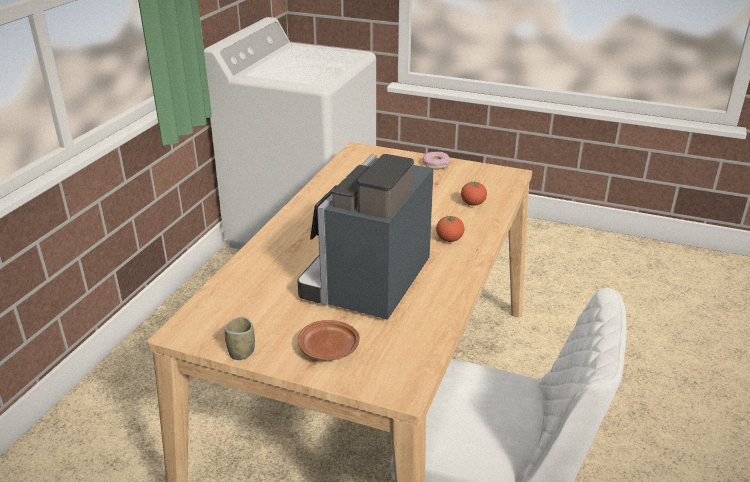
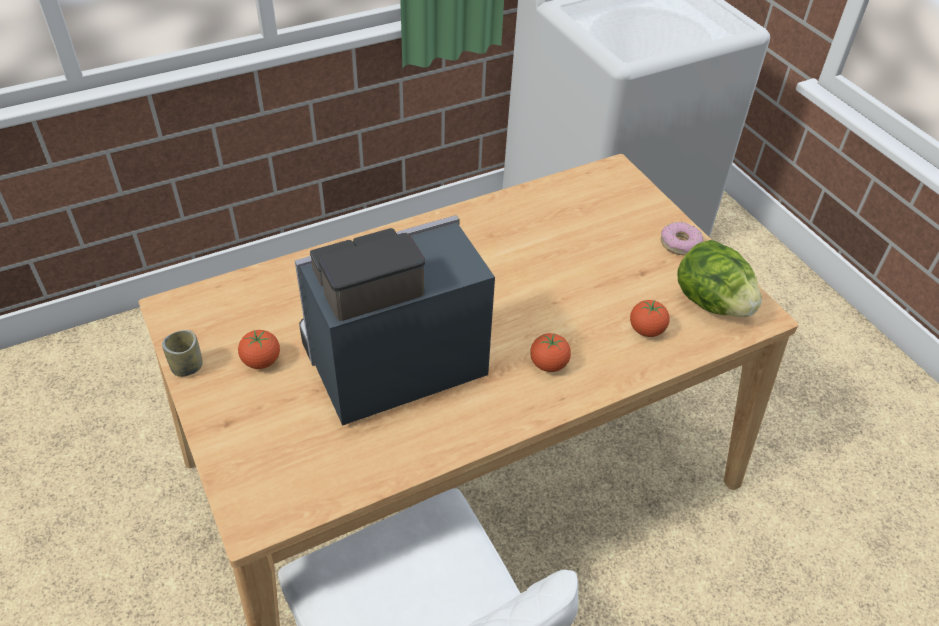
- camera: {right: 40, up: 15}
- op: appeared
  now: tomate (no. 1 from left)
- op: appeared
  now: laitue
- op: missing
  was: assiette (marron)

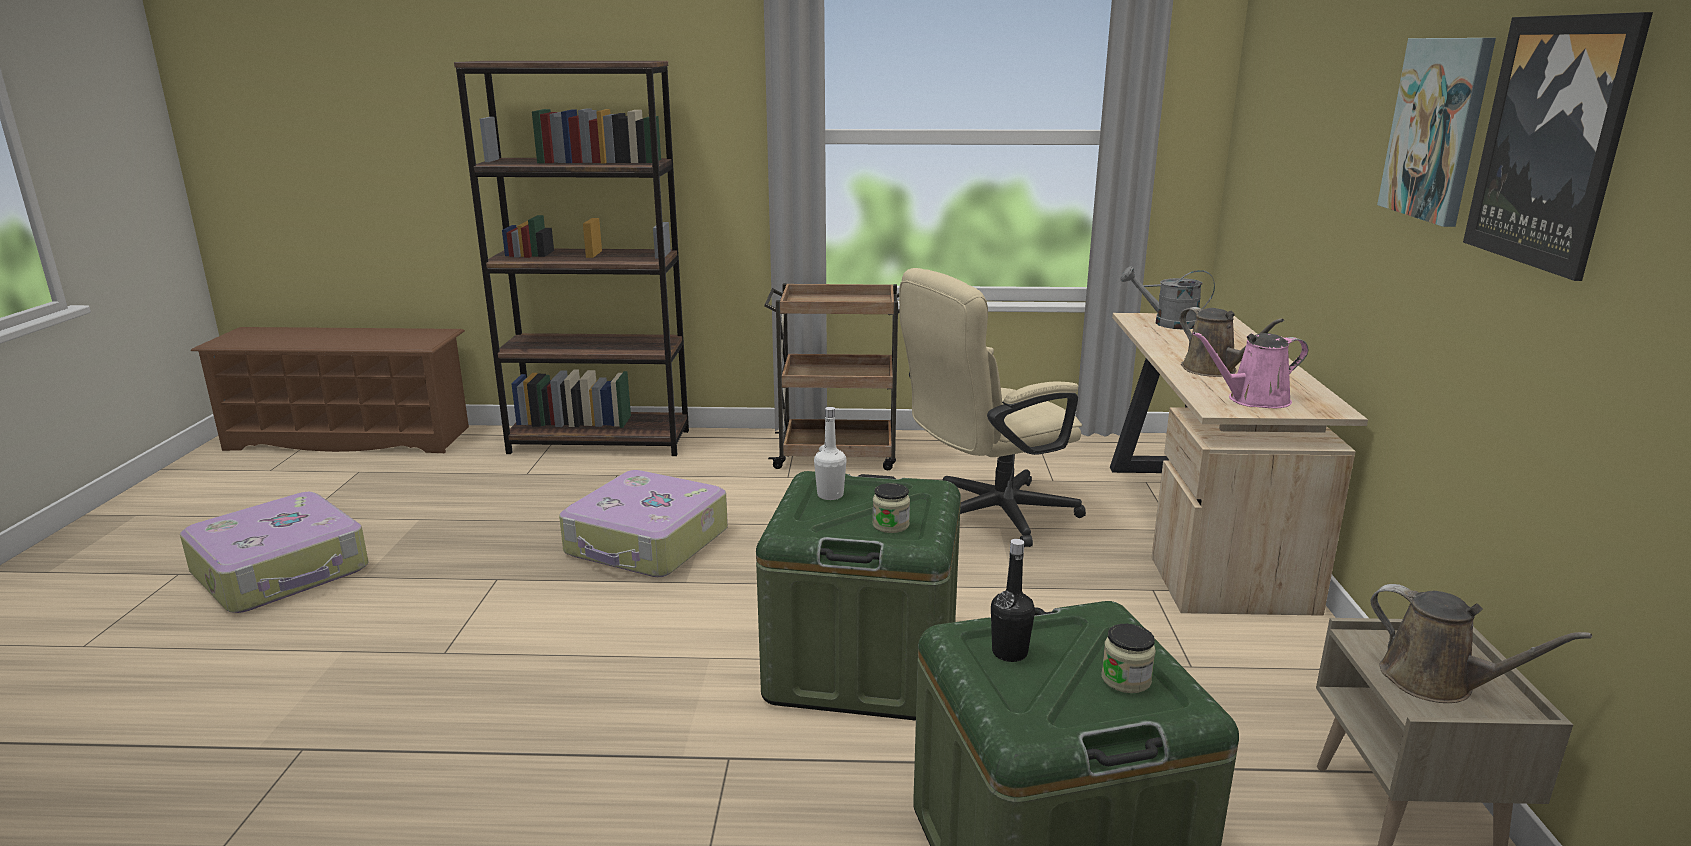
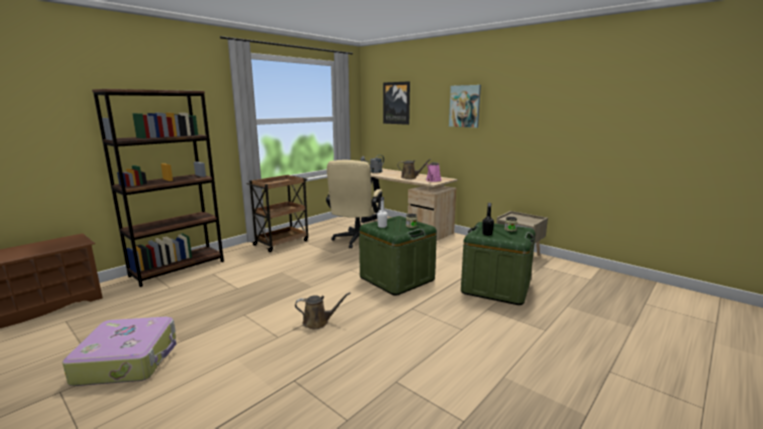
- camera: {right: -50, up: -5}
- op: relocated
  was: arrosoir (marron) (no. 2 from left in the first image)
  now: arrosoir (marron) (no. 1 from left)
- op: relocated
  was: tableau (no. 2 from left in the first image)
  now: tableau (no. 1 from left)
- op: missing
  was: valise (no. 2 from left)

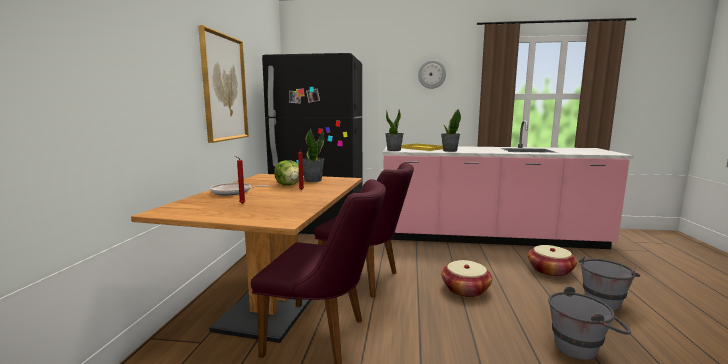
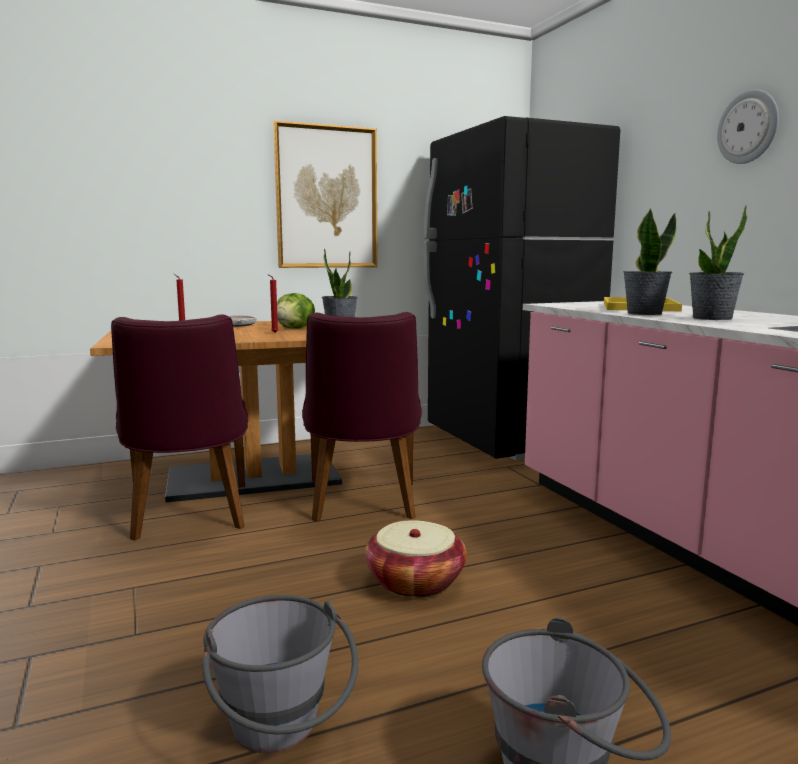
- camera: {right: 60, up: 0}
- op: relocated
  was: plante en pot (no. 2 from left in the first image)
  now: plante en pot (no. 3 from left)
- op: missing
  was: panier (no. 2 from left)

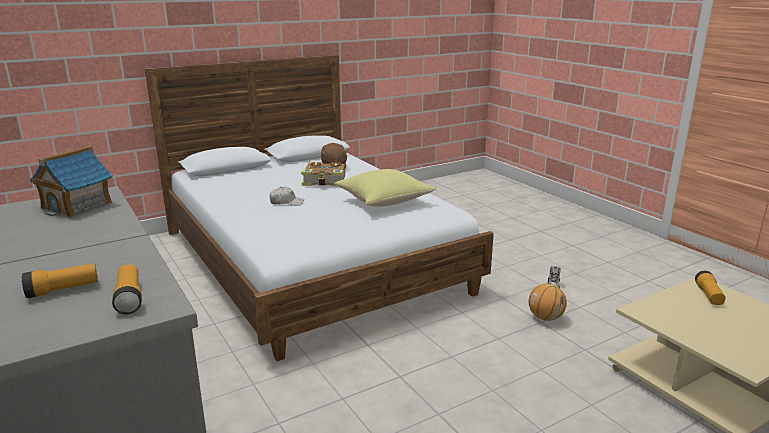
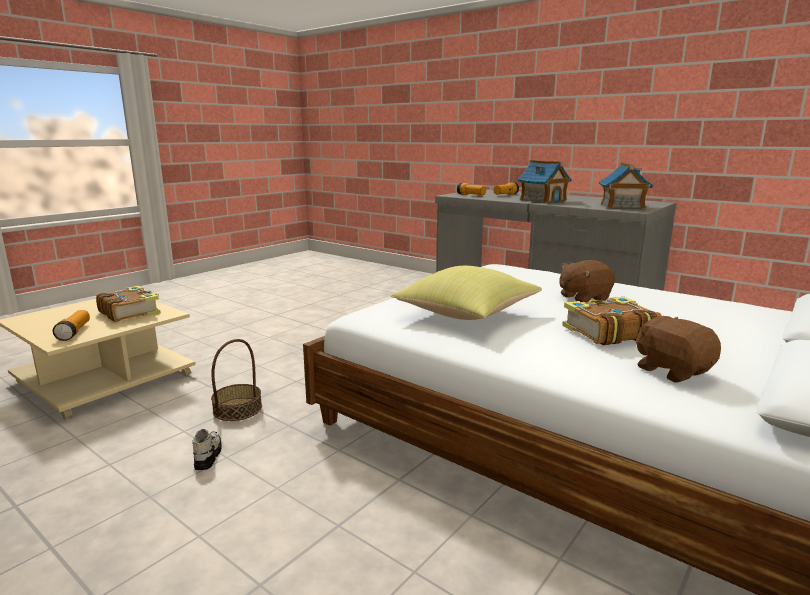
- camera: {right: 160, up: -5}
- op: appeared
  now: livre (no. 1 from left)
- op: exchanged
  was: ballon de basket
  now: panier
- op: appeared
  now: maison miniature (no. 1 from left)
- op: exchanged
  was: casquette (blanc)
  now: peluche (marron) (no. 1 from left)

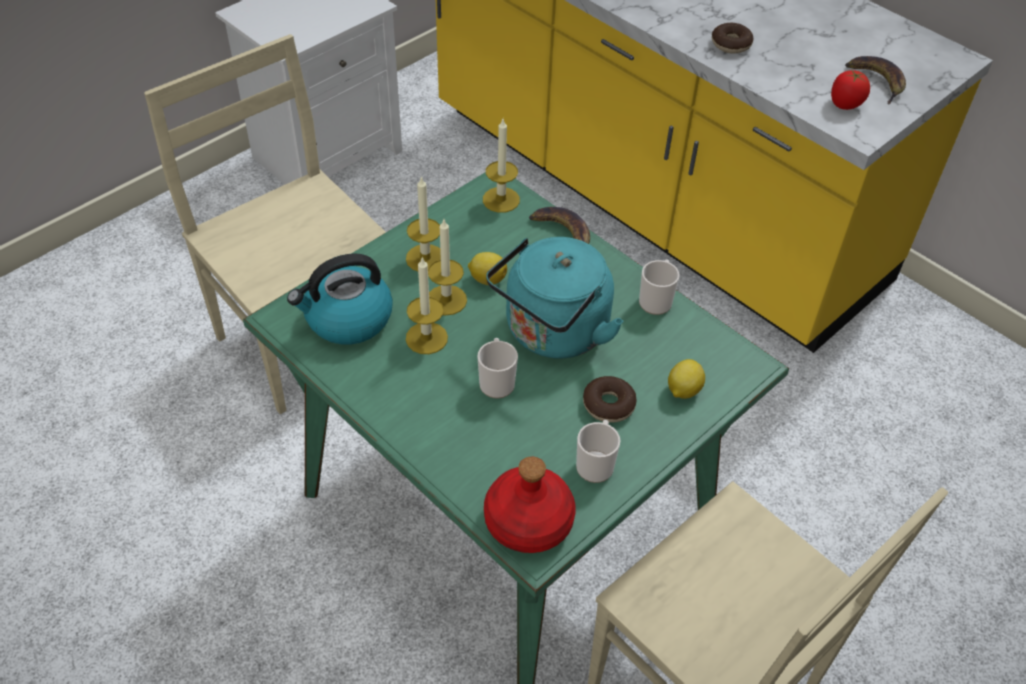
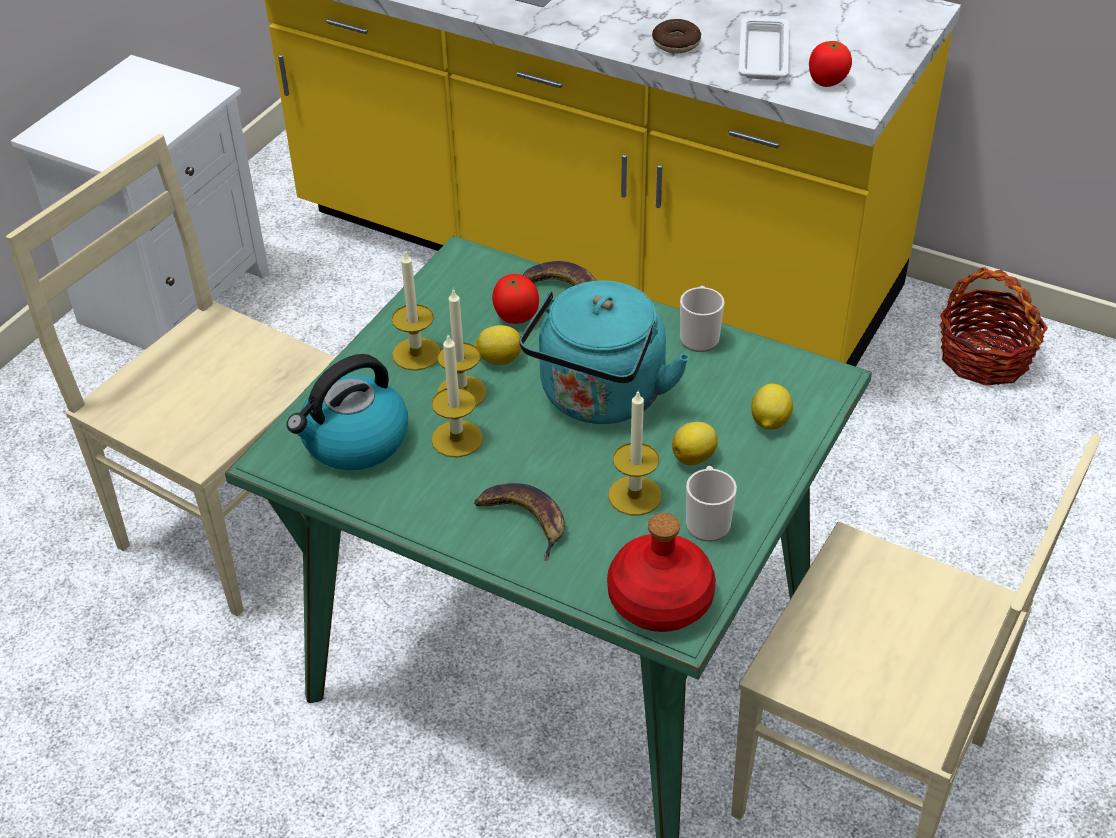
- camera: {right: -15, up: -5}
- op: relocated
  was: banane (no. 2 from left in the first image)
  now: banane (no. 1 from left)
- op: appeared
  now: tomate (no. 1 from left)
- op: relocated
  was: bougie (no. 4 from left)
- op: exchanged
  was: beignet (no. 1 from left)
  now: citron (no. 2 from left)
- op: appeared
  now: plateau (blanc)
- op: appeared
  now: panier
- op: missing
  was: mug (no. 1 from left)

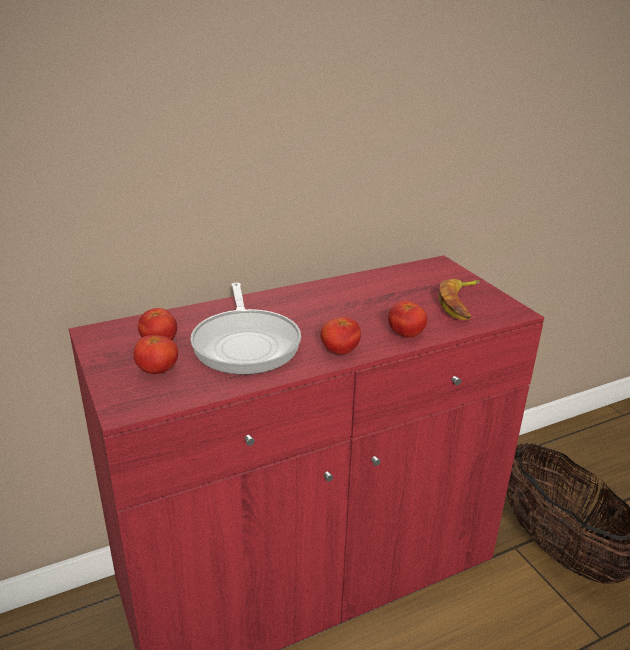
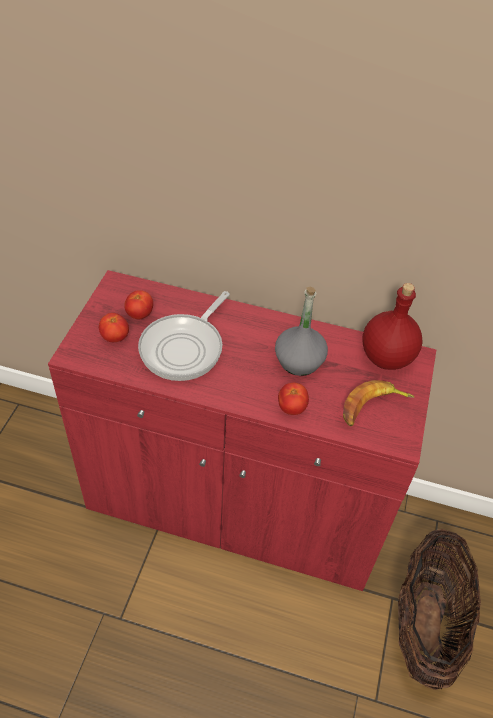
- camera: {right: 40, up: 20}
- op: appeared
  now: bouteille (gris)
- op: appeared
  now: bouteille (rouge)
- op: missing
  was: tomate (no. 3 from left)

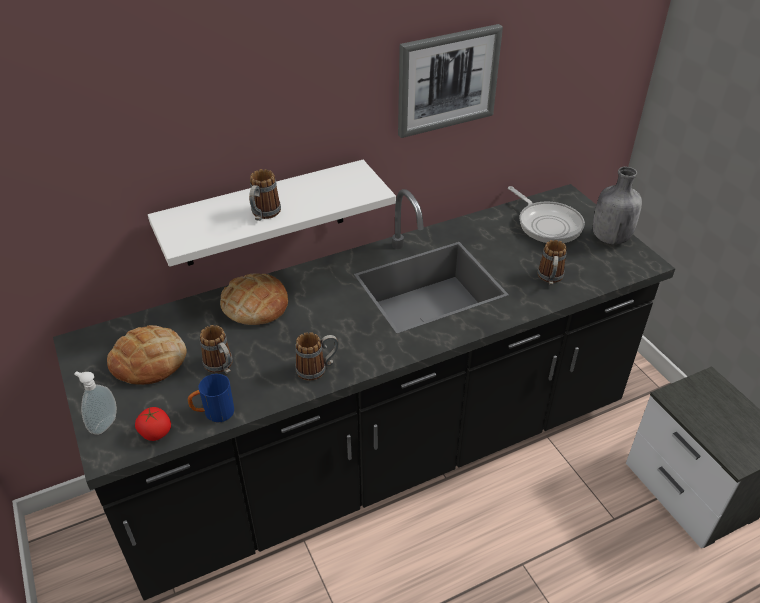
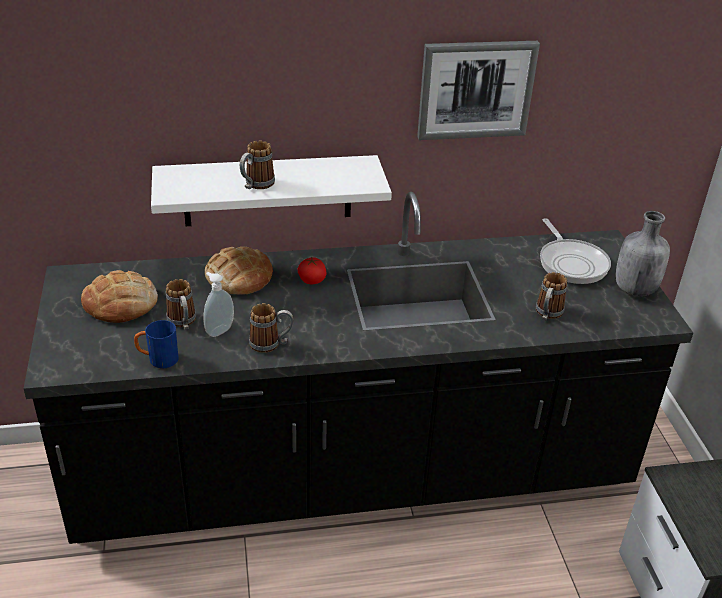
- camera: {right: 15, up: -5}
- op: relocated
  was: distributeur de savon
- op: relocated
  was: tomate

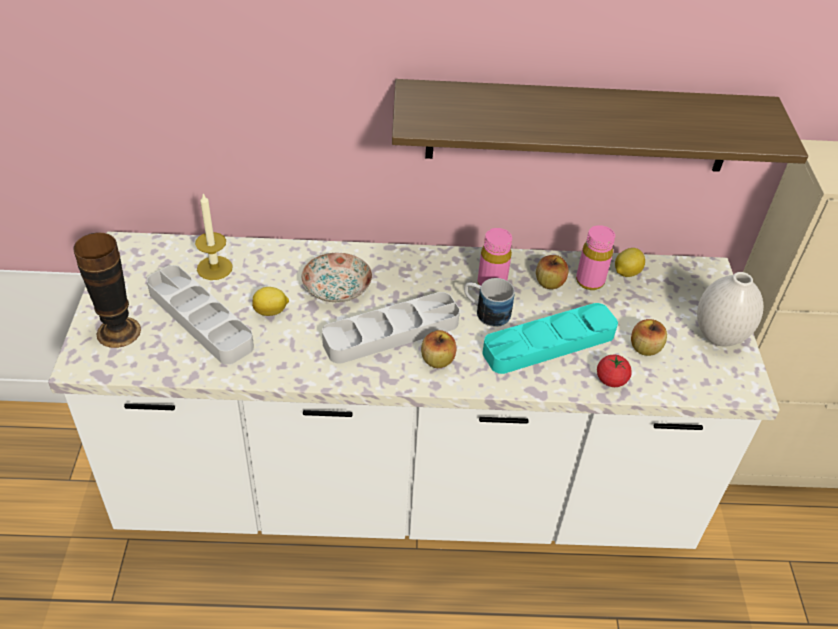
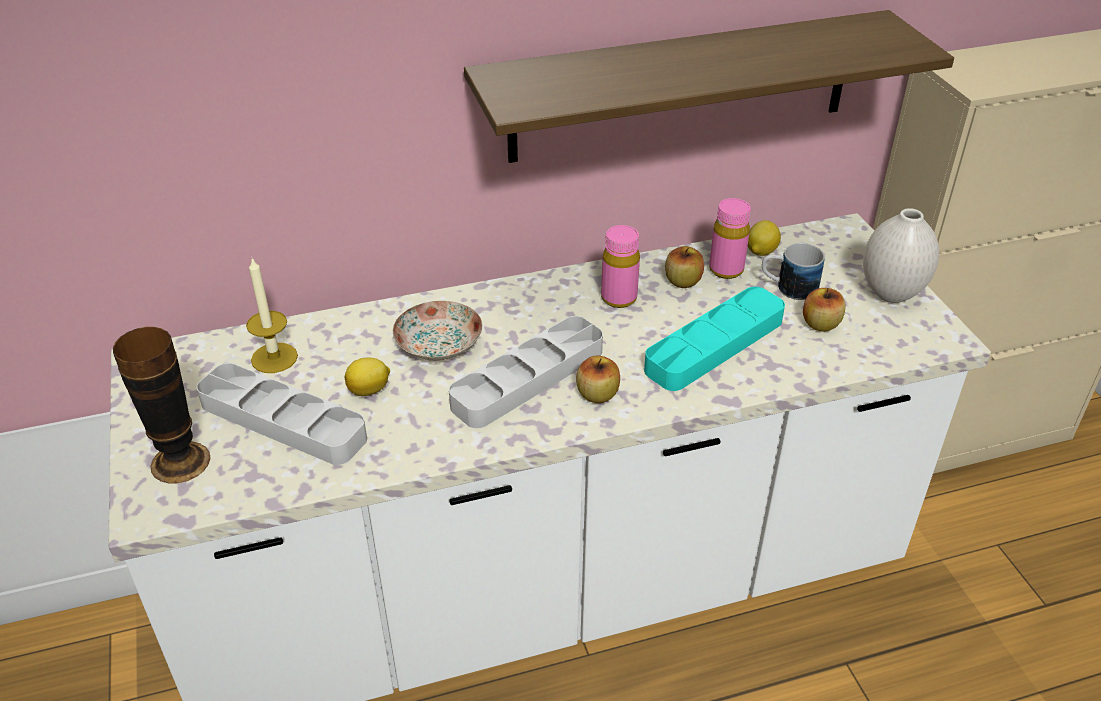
- camera: {right: -15, up: -5}
- op: relocated
  was: mug
- op: missing
  was: tomate

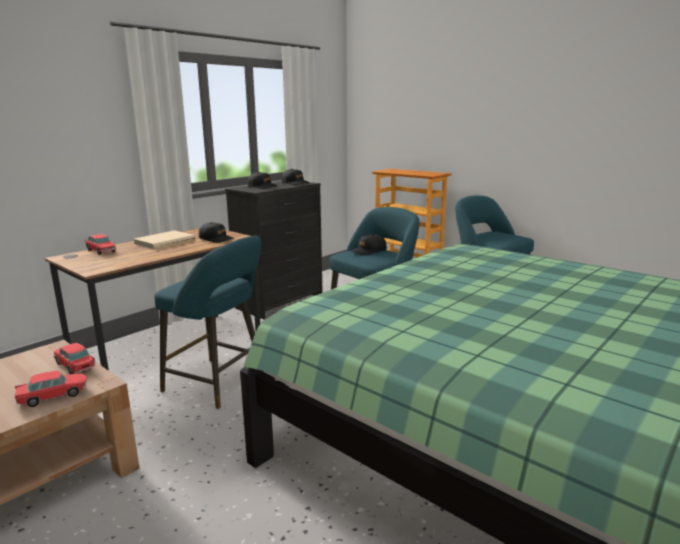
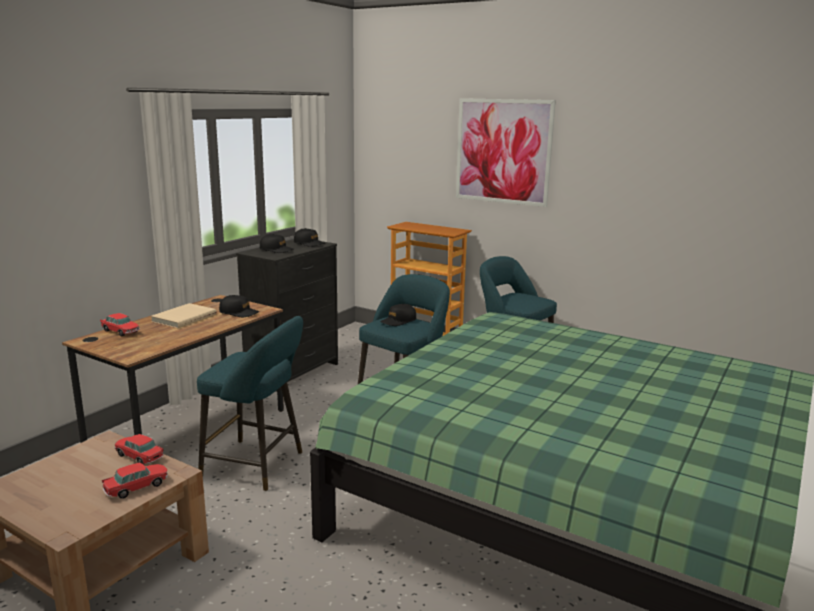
- camera: {right: -10, up: 0}
- op: appeared
  now: tableau

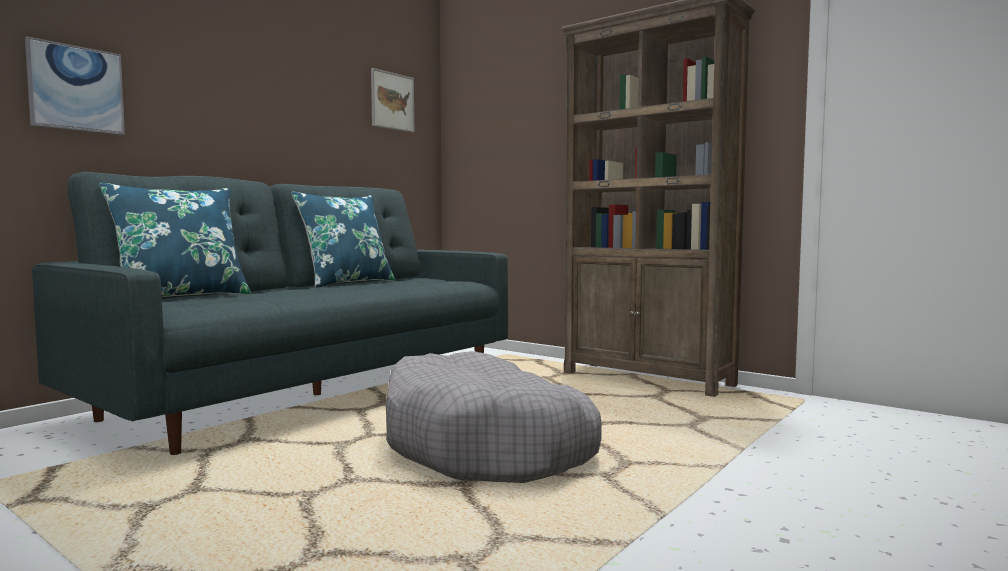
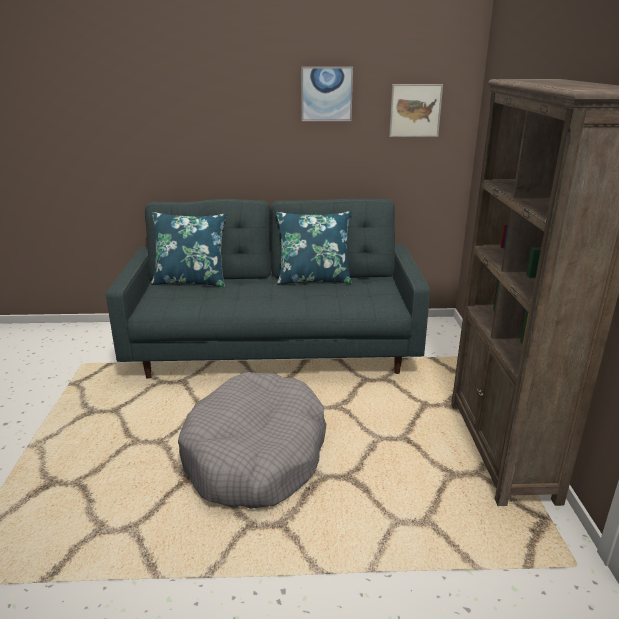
- camera: {right: 50, up: 20}
- op: relocated
  was: tableau (no. 1 from left)

